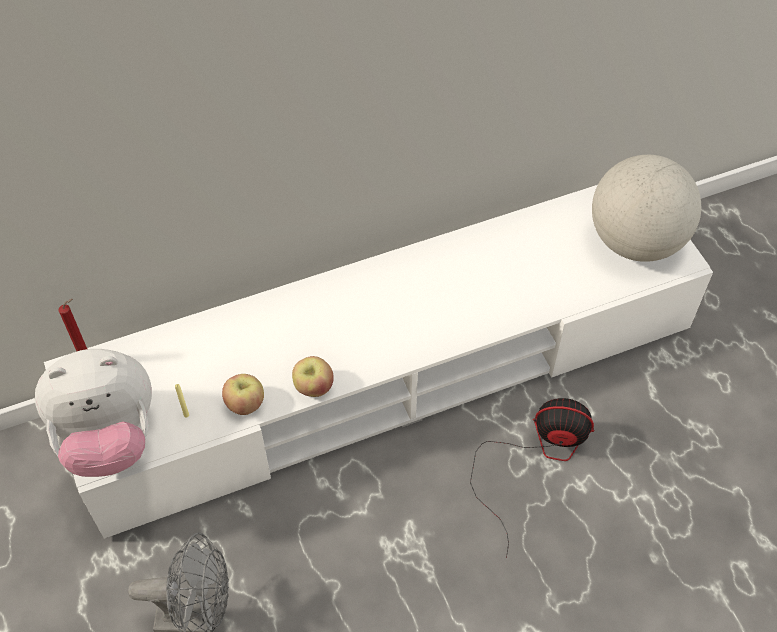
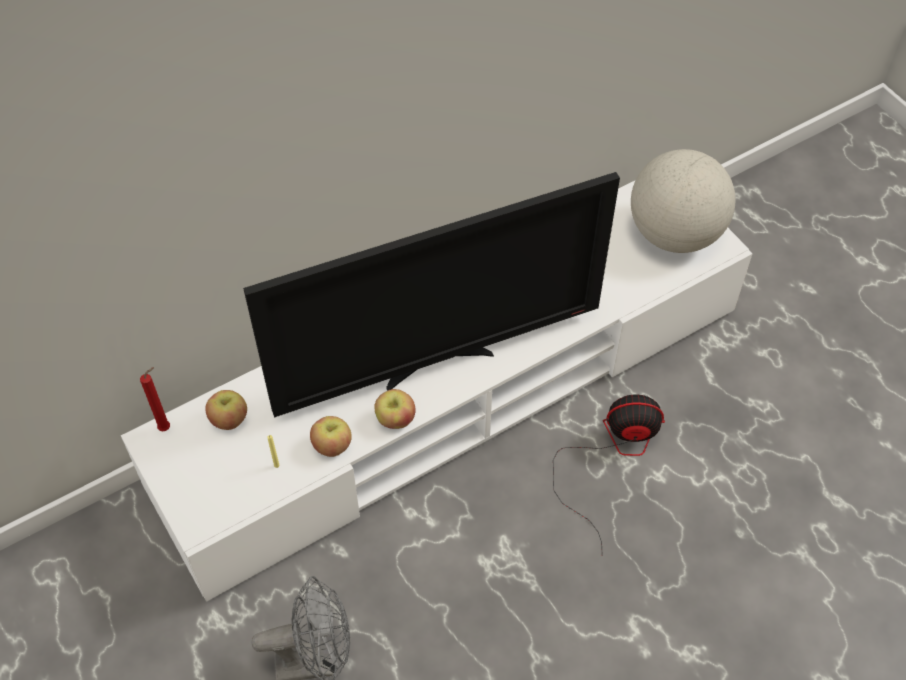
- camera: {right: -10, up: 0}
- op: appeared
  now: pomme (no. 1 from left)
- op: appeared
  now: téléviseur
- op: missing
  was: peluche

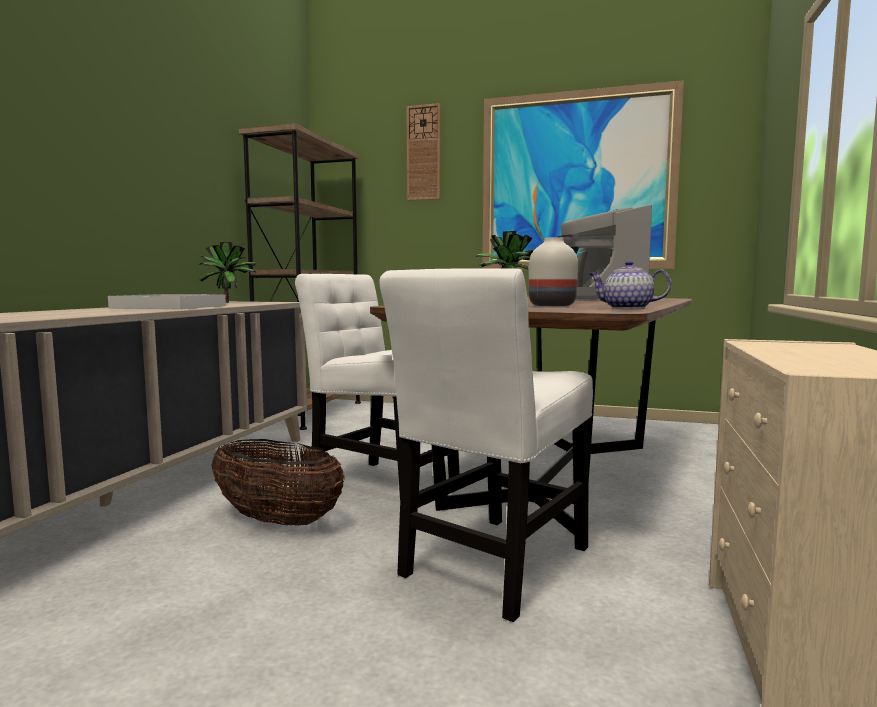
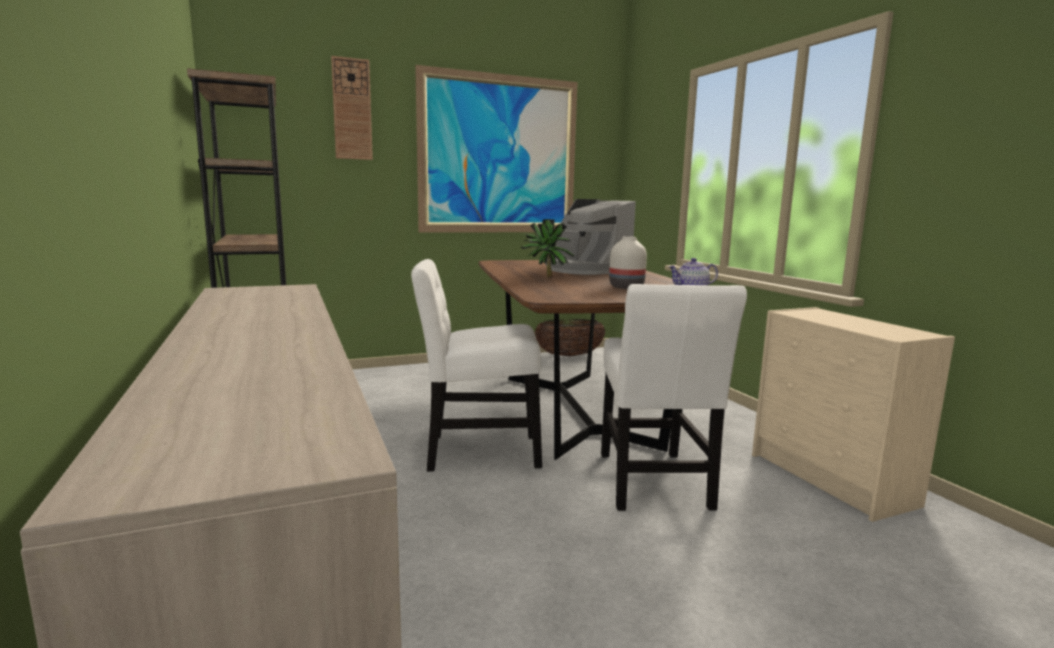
- camera: {right: -40, up: 5}
- op: relocated
  was: panier
- op: missing
  was: plateau (blanc)
- op: missing
  was: plante en pot (no. 1 from left)

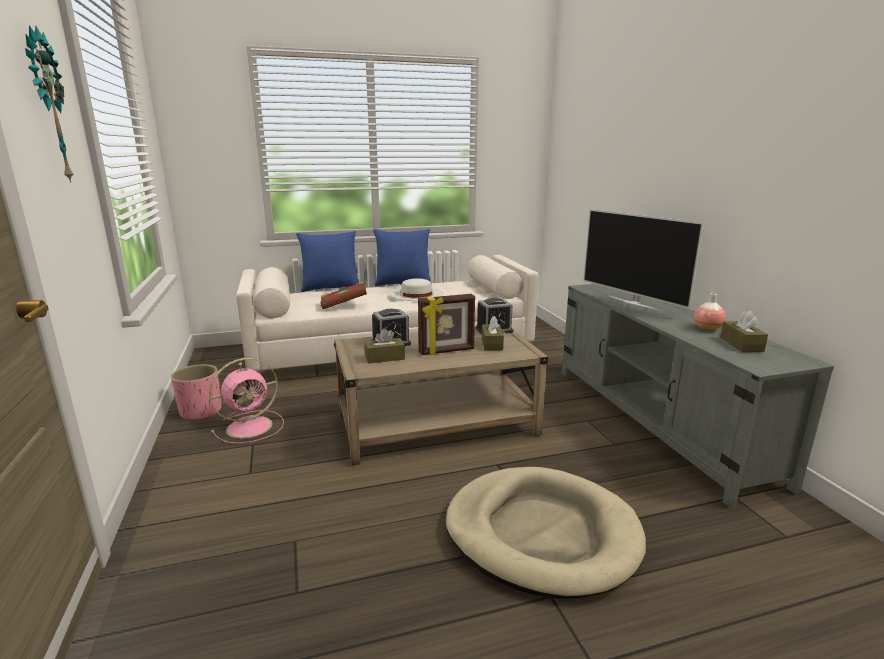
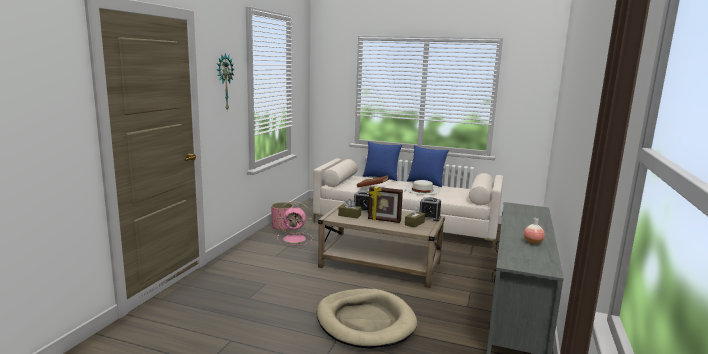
- camera: {right: 35, up: -5}
- op: missing
  was: téléviseur
- op: missing
  was: boîte à mouchoirs (marron) (no. 3 from left)

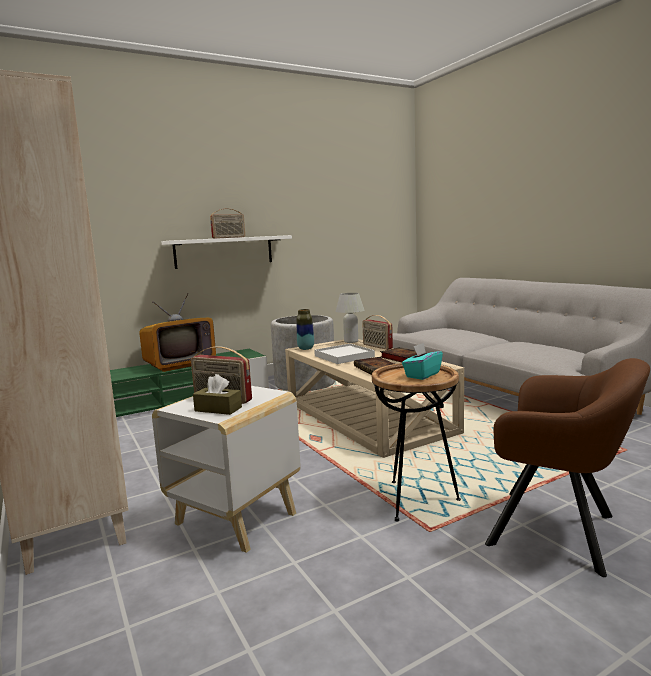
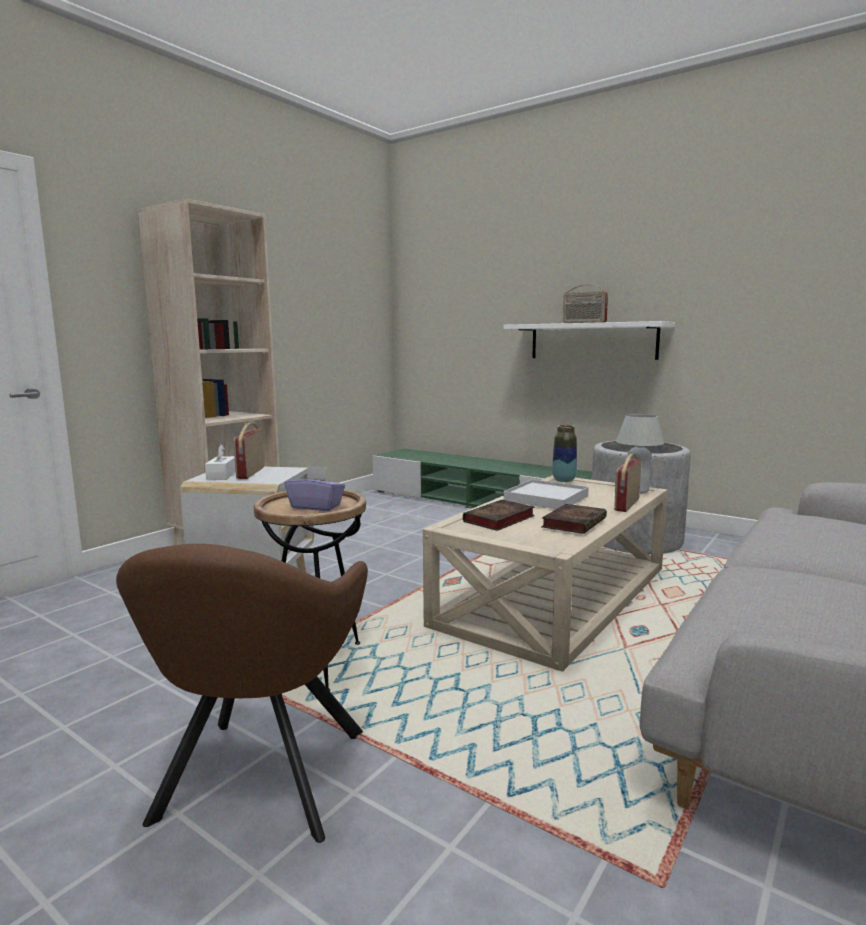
- camera: {right: 65, up: 0}
- op: colour
  was: boîte à mouchoirs (marron)
  now: boîte à mouchoirs (blanc)
- op: colour
  was: boîte à mouchoirs (turquoise)
  now: boîte à mouchoirs (violet)
- op: missing
  was: téléviseur

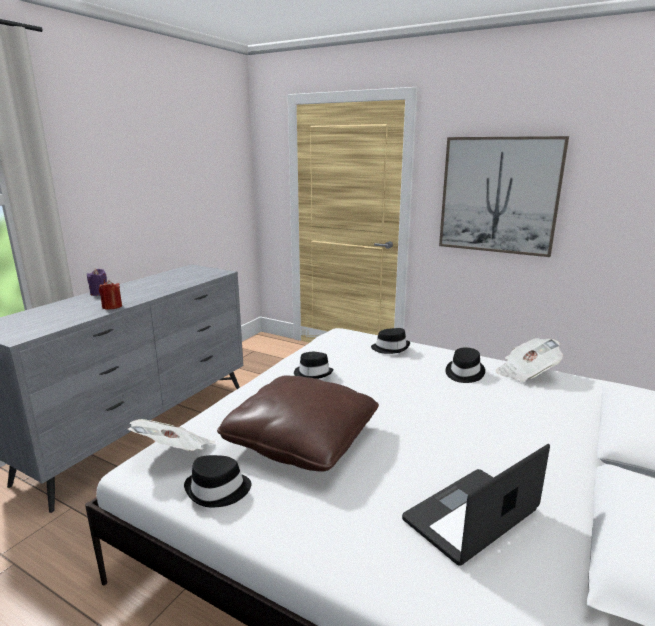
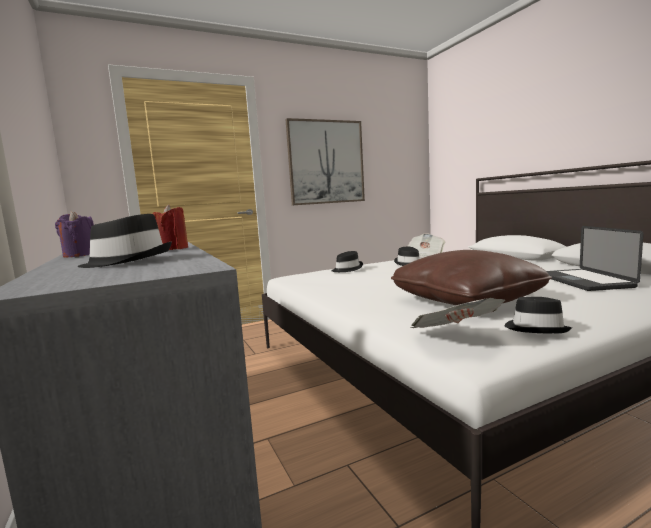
- camera: {right: -55, up: -10}
- op: relocated
  was: chapeau (noir) (no. 2 from left in the first image)
  now: chapeau (noir) (no. 1 from left)

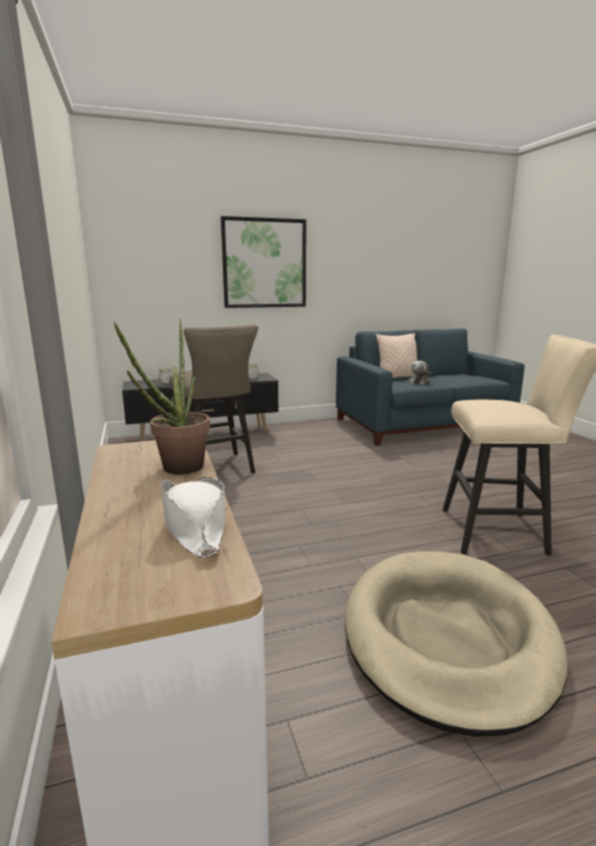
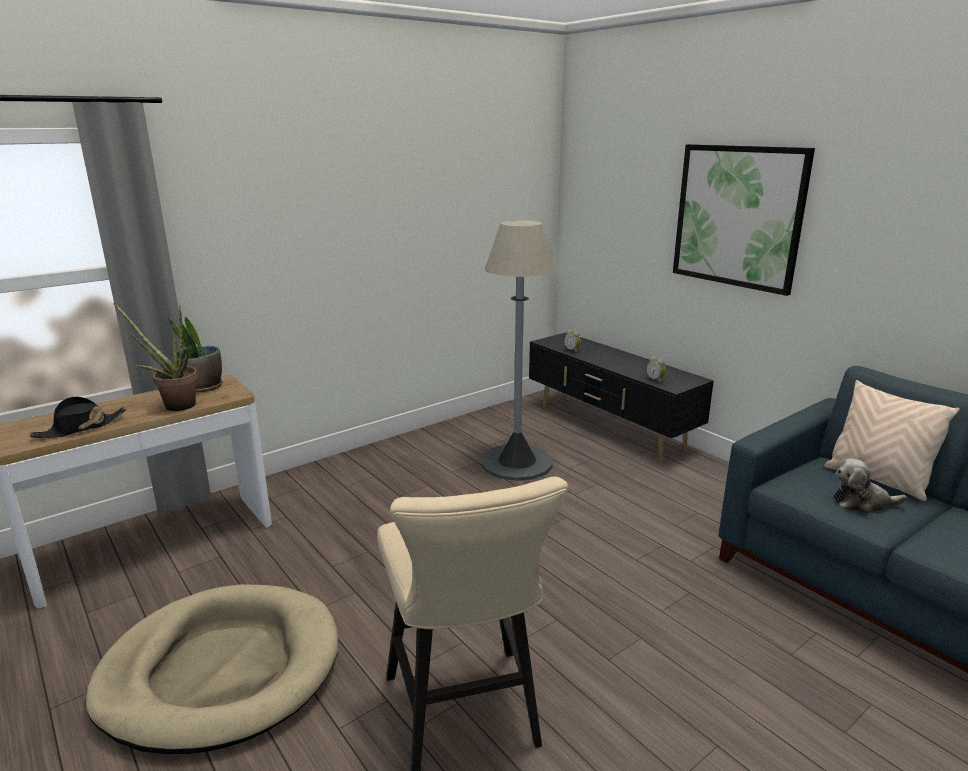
- camera: {right: 70, up: 5}
- op: colour
  was: chapeau (blanc)
  now: chapeau (noir)
- op: appeared
  now: plante en pot (no. 2 from left)
- op: exchanged
  was: tabouret (beige) (no. 1 from left)
  now: lampadaire (gris)

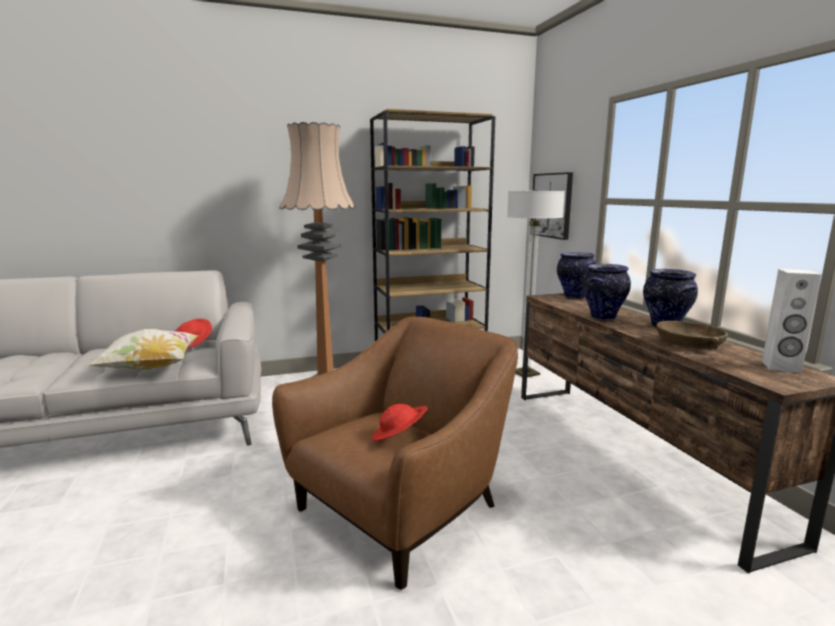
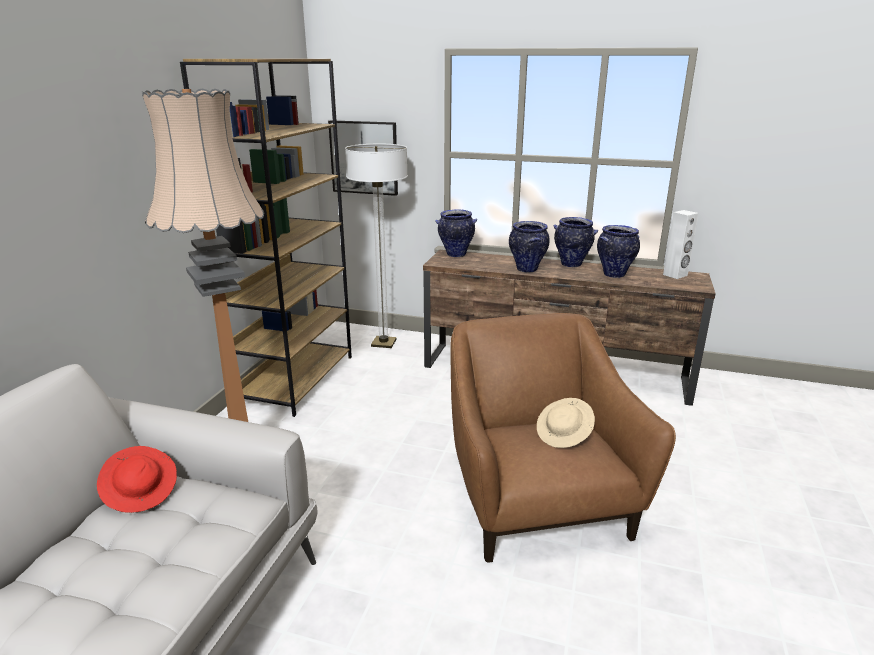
- camera: {right: -55, up: 10}
- op: colour
  was: chapeau (rouge) (no. 2 from left)
  now: chapeau (beige)
- op: exchanged
  was: bol (marron)
  now: vase (no. 4 from left)
- op: missing
  was: coussin

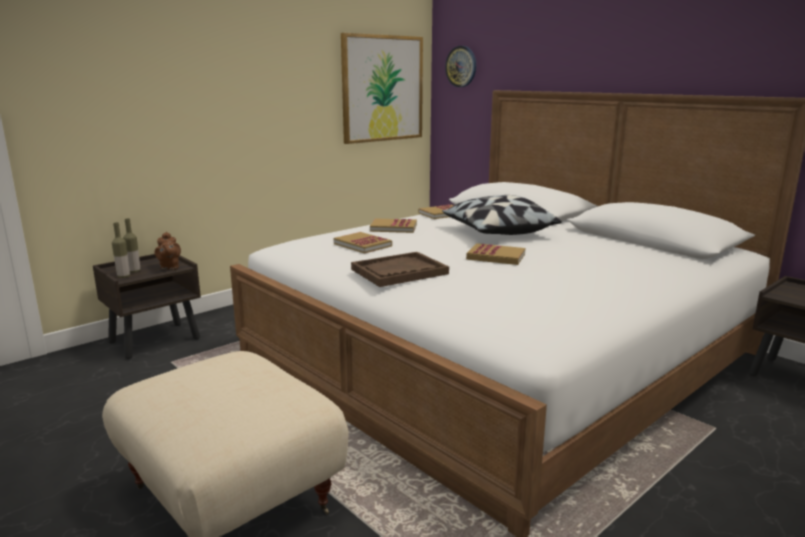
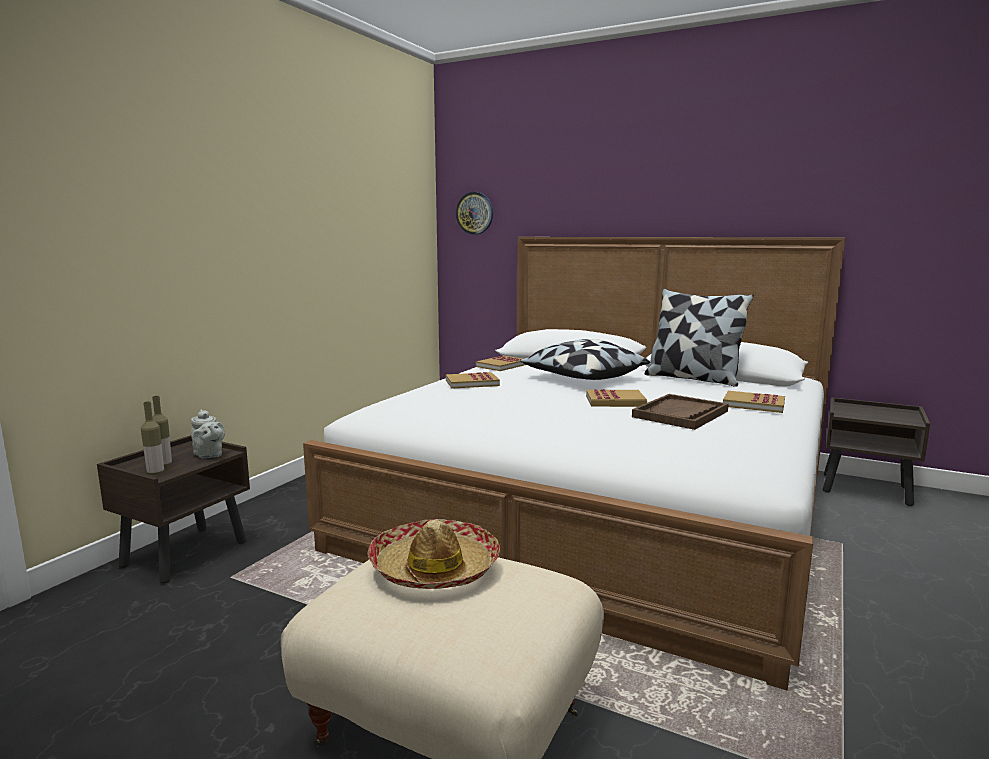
- camera: {right: -20, up: -5}
- op: colour
  was: théière (marron)
  now: théière (gris)
- op: appeared
  now: chapeau
- op: relocated
  was: plateau (marron)
- op: appeared
  now: coussin (no. 2 from left)
- op: relocated
  was: livre (no. 1 from left in the first image)
  now: livre (no. 4 from left)
- op: missing
  was: tableau

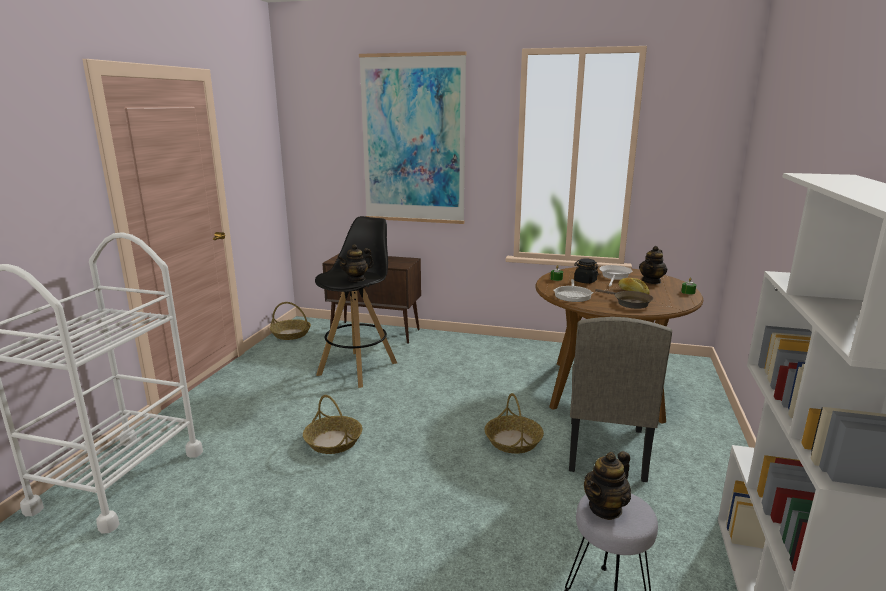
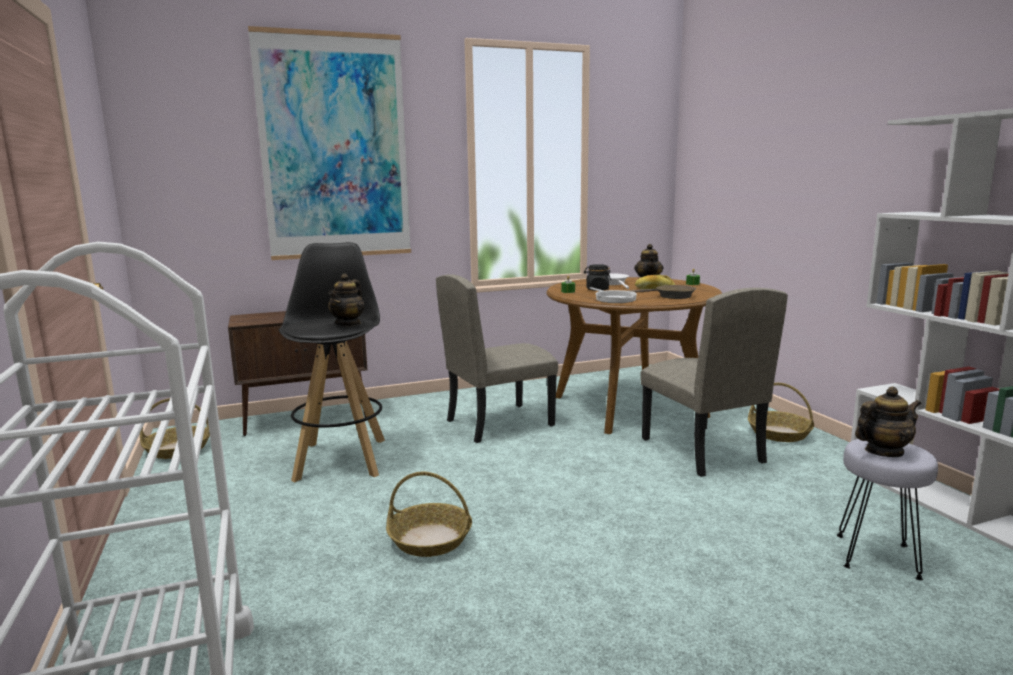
- camera: {right: -35, up: -5}
- op: appeared
  now: chaise (beige) (no. 1 from left)
- op: relocated
  was: panier (no. 3 from left)
- op: spun
  was: théière (no. 2 from left in the first image)
  clockwise: -120

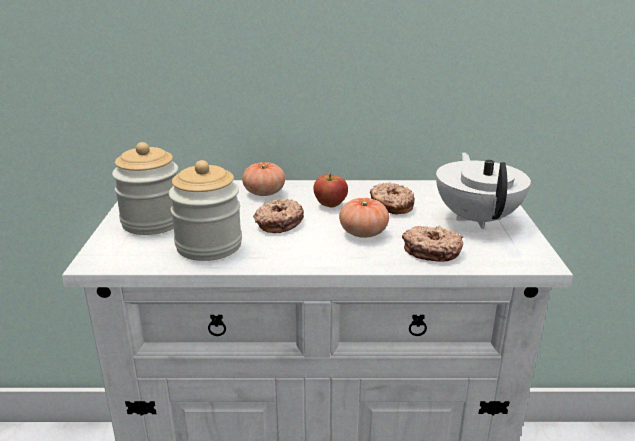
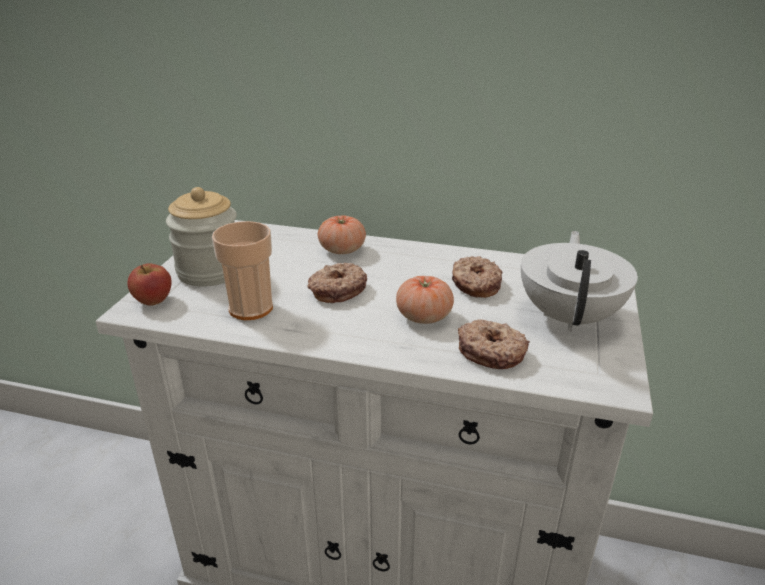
- camera: {right: 15, up: 5}
- op: relocated
  was: pomme
- op: exchanged
  was: bocal (no. 2 from left)
  now: tasse

